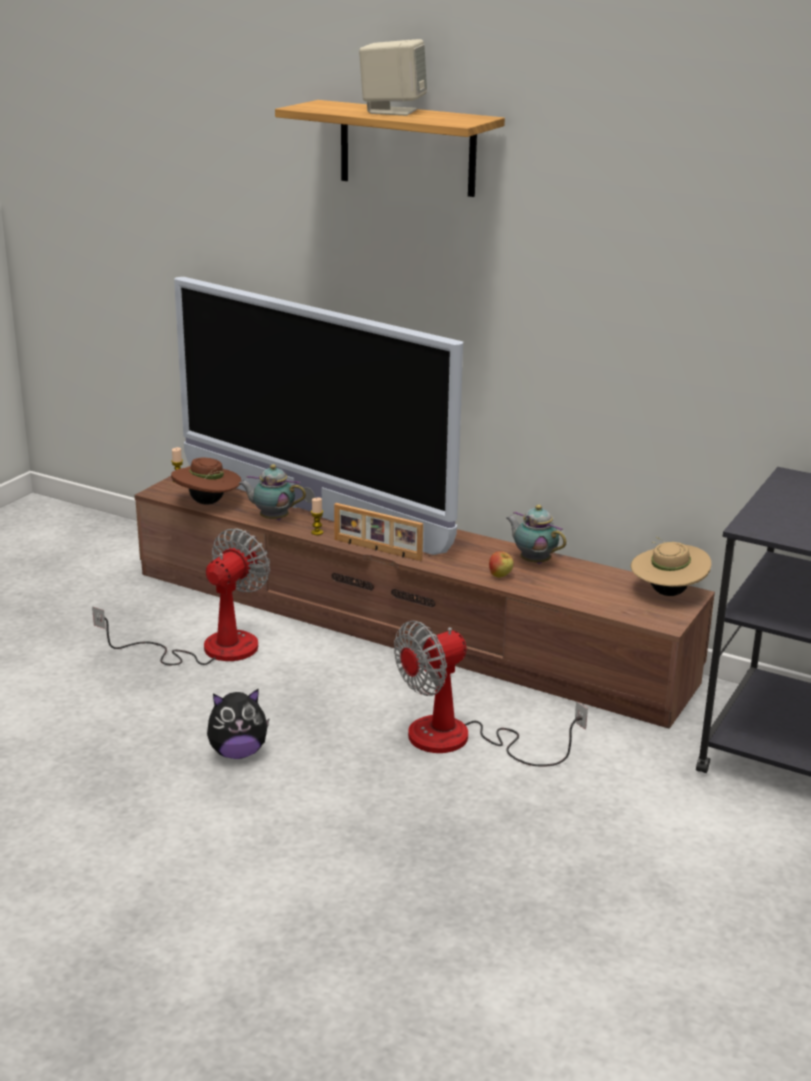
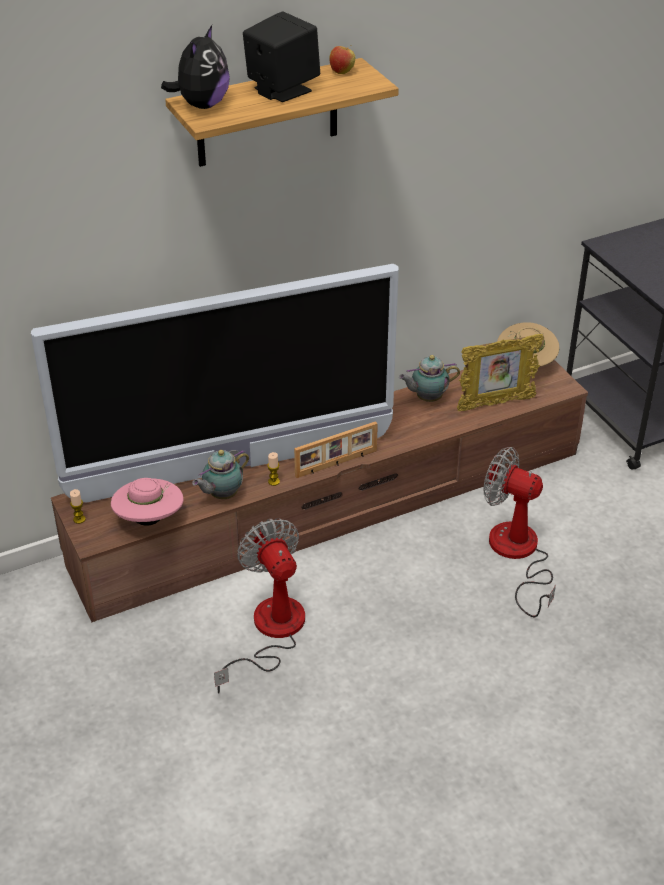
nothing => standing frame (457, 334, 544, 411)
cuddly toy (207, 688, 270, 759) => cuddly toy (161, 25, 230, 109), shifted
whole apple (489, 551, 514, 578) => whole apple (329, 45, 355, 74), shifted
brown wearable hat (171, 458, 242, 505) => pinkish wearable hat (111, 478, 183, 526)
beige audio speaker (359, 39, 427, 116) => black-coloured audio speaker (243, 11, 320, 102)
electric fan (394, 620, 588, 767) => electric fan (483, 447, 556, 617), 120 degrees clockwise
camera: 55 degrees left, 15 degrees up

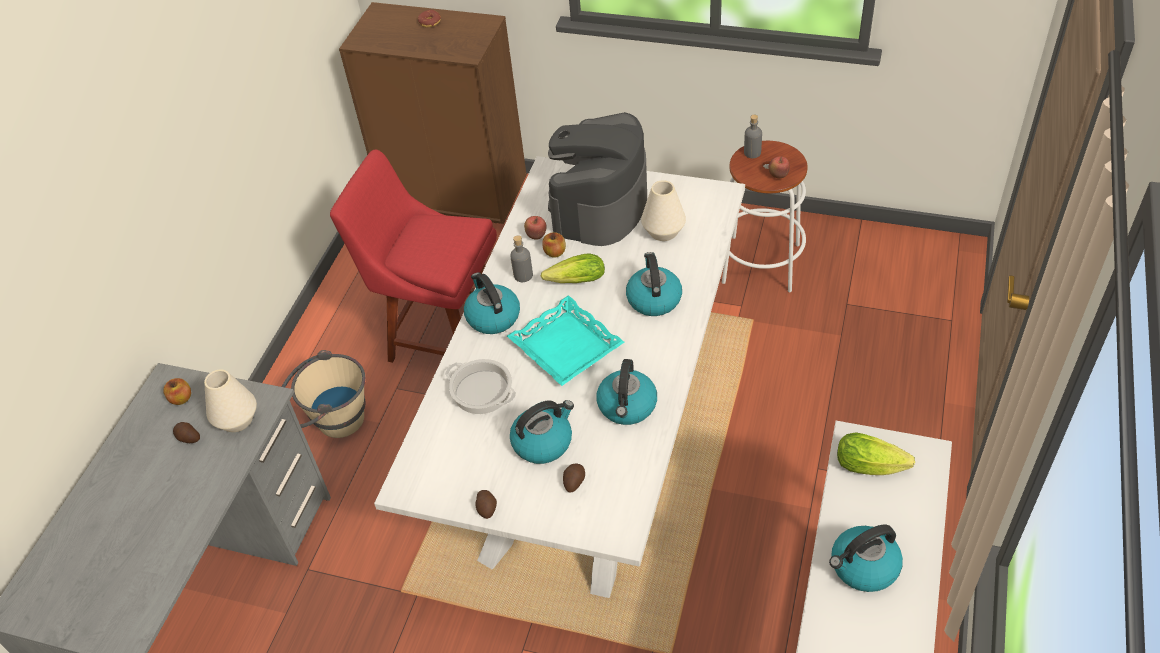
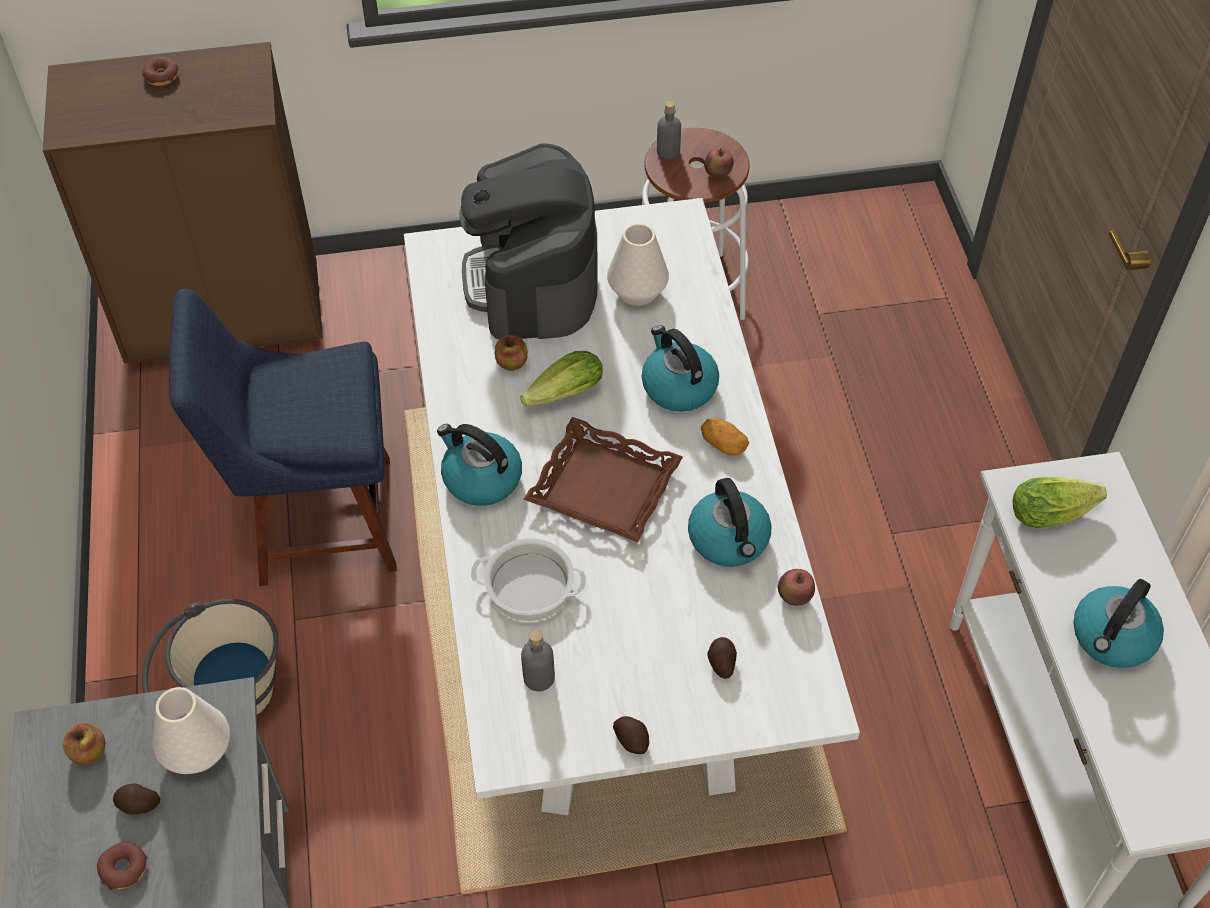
tea kettle (510, 400, 574, 464) => nothing
nothing => donut (97, 841, 148, 890)
nothing => spud (701, 418, 749, 456)
greyish bottle (510, 235, 533, 282) => greyish bottle (521, 629, 555, 691), shifted
whole apple (524, 216, 547, 240) => whole apple (778, 569, 815, 606), shifted
reddish upright chair (330, 150, 497, 363) => blue upright chair (169, 289, 397, 586)
turquoise-coloured serving tray (507, 295, 625, 386) => brown serving tray (524, 417, 683, 542)
camera: 30 degrees left, 5 degrees up

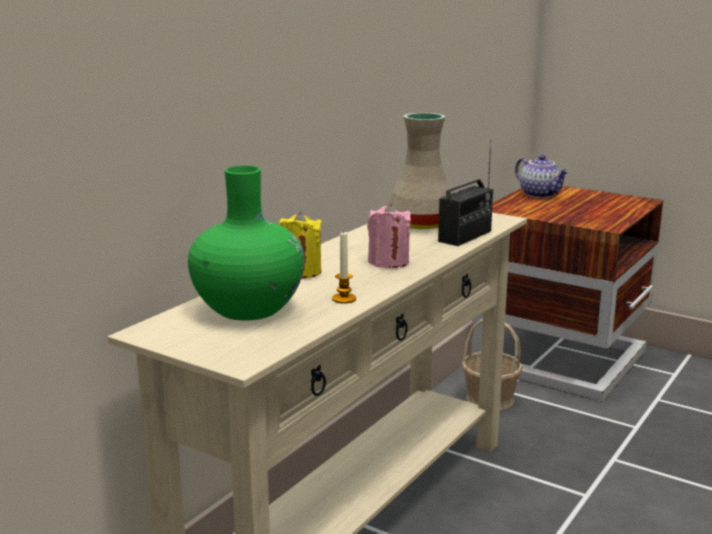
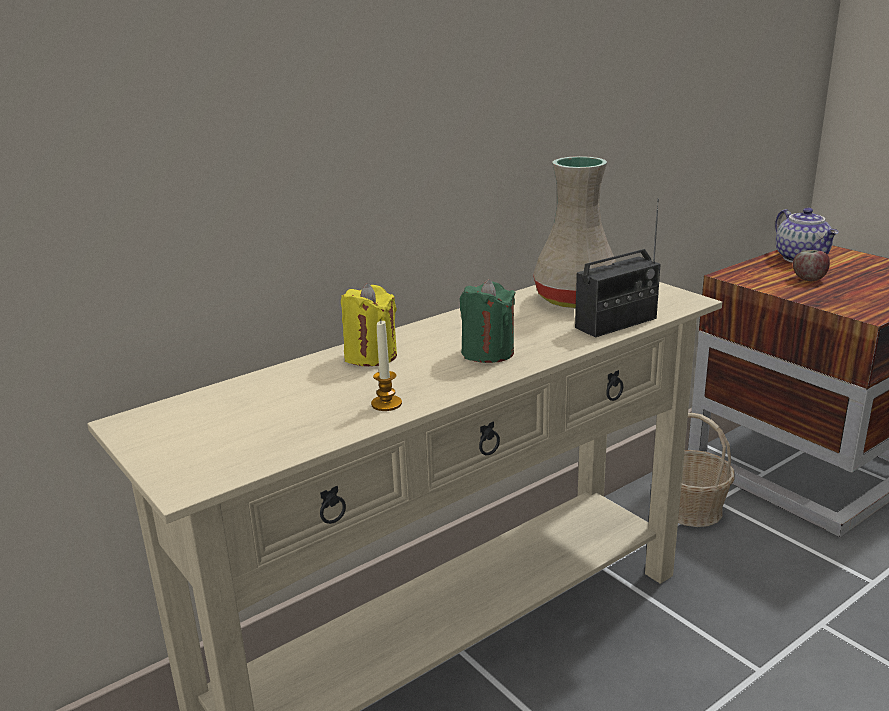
greenish vase (188, 166, 305, 321) => nothing
nothing => whole apple (793, 250, 830, 281)
pinkish wax candle (367, 203, 411, 268) => greenish wax candle (460, 279, 516, 363)
camera: 20 degrees right, 5 degrees up

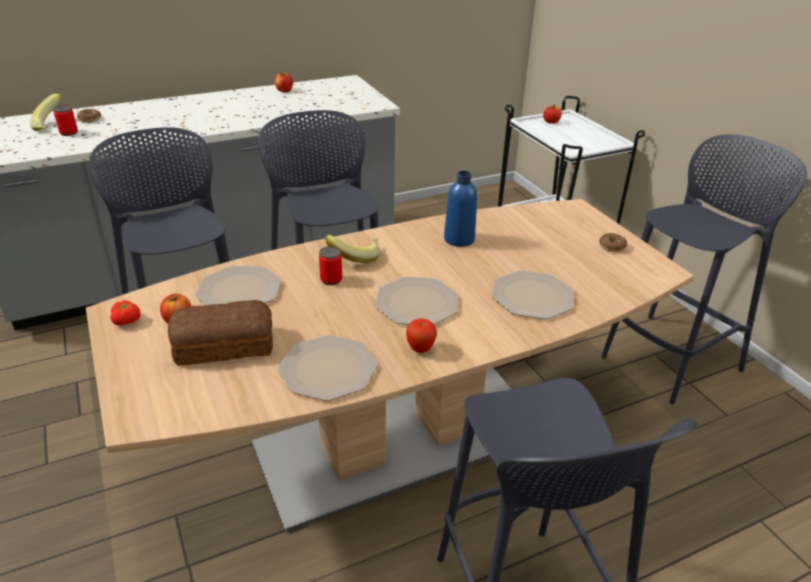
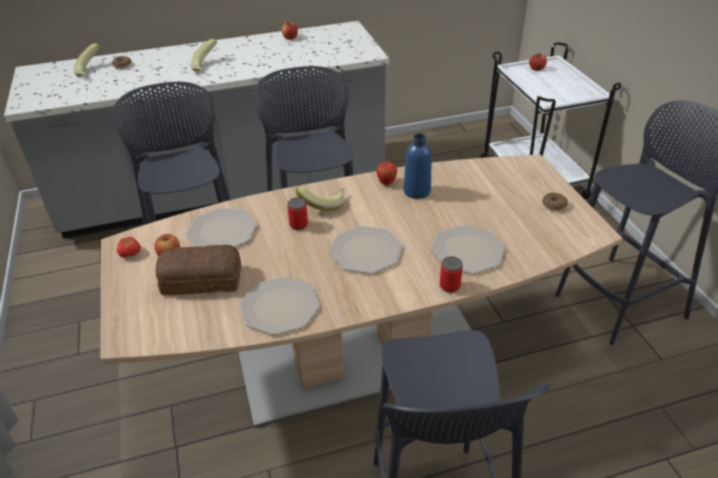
nothing => banana (191, 39, 217, 71)
metal can (53, 105, 78, 136) => metal can (440, 257, 463, 293), shifted
whole apple (406, 318, 437, 353) => whole apple (376, 161, 397, 185), shifted
camera: 10 degrees right, 5 degrees up

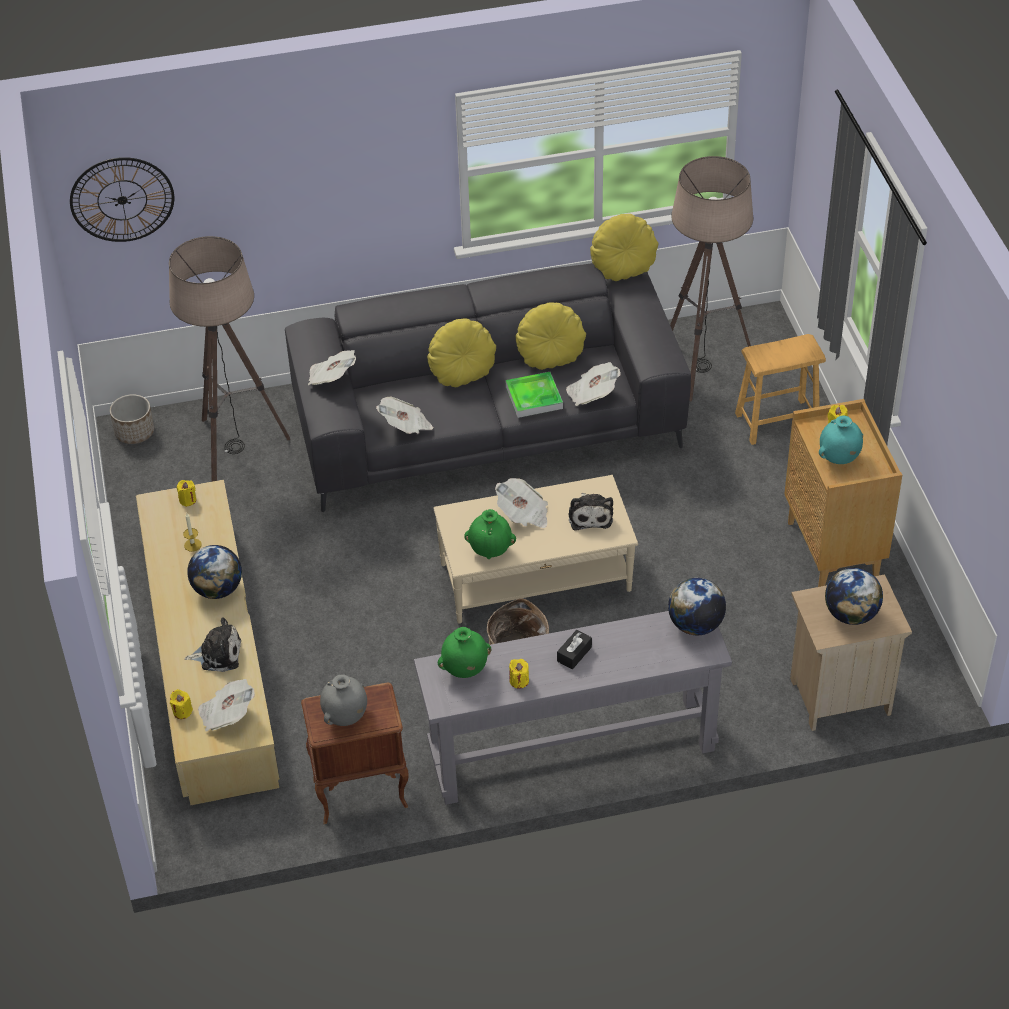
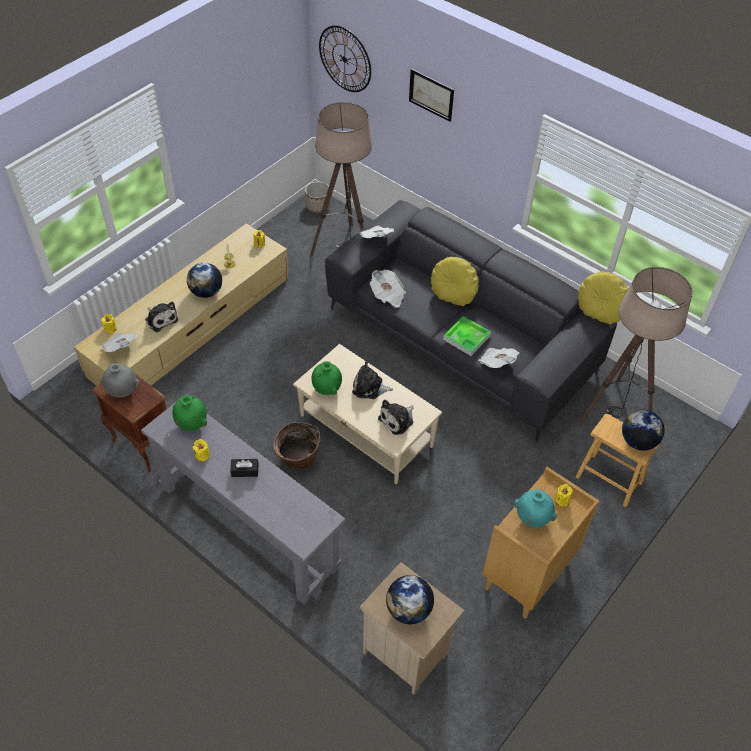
yellowish cushion (516, 303, 586, 370) => nothing
nothing => picture (409, 69, 454, 122)
globe (668, 578, 726, 635) => globe (622, 410, 665, 451), shifted
newspaper (495, 478, 548, 528) => cuddly toy (352, 361, 393, 399)
camera: 50 degrees right, 5 degrees up

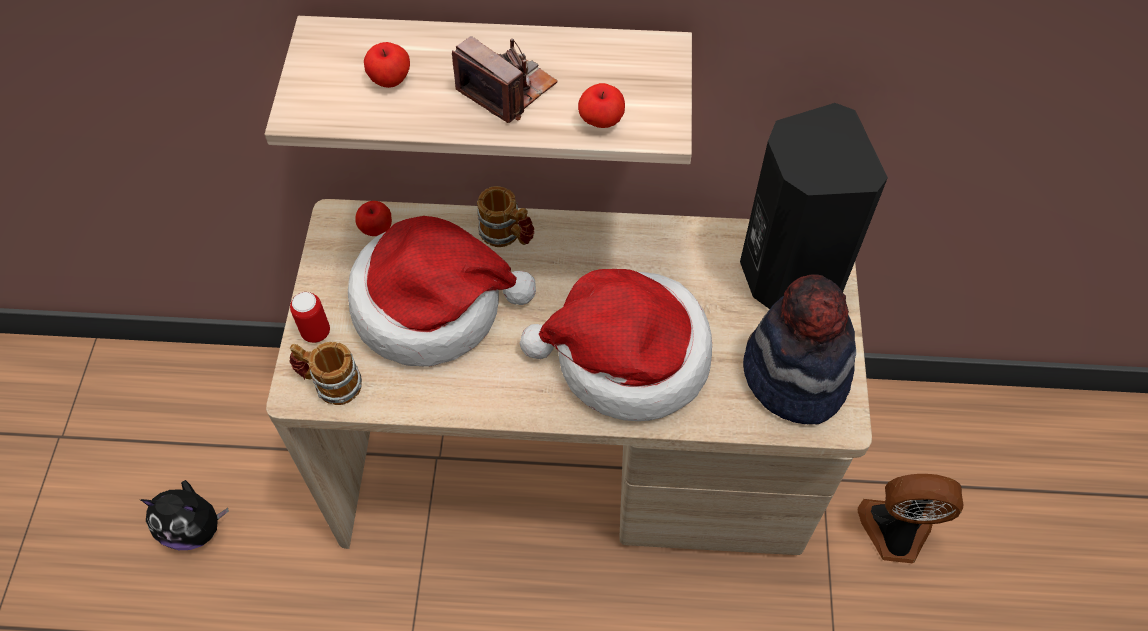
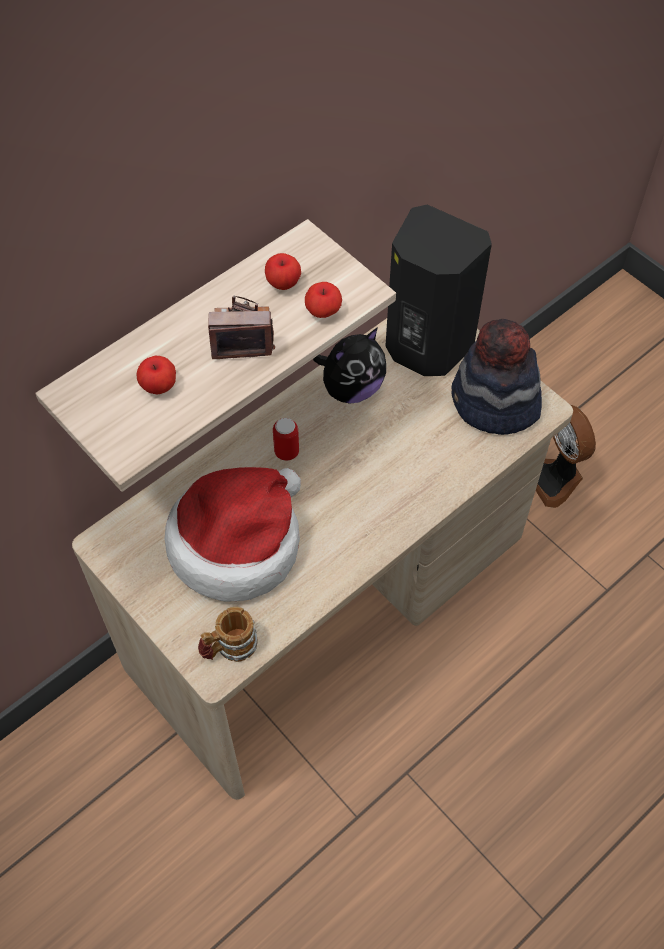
coffee mug (477, 186, 535, 247) => nothing
wearable hat (520, 269, 712, 421) => nothing
cuddly toy (141, 480, 229, 550) => cuddly toy (313, 327, 386, 404), shifted
metal can (290, 292, 330, 343) => metal can (273, 418, 299, 461), shifted
whole apple (355, 201, 392, 236) => whole apple (265, 253, 301, 290), shifted
electric fan (857, 474, 963, 563) => electric fan (536, 405, 596, 508), 75 degrees counterclockwise
camera: 45 degrees left, 0 degrees up

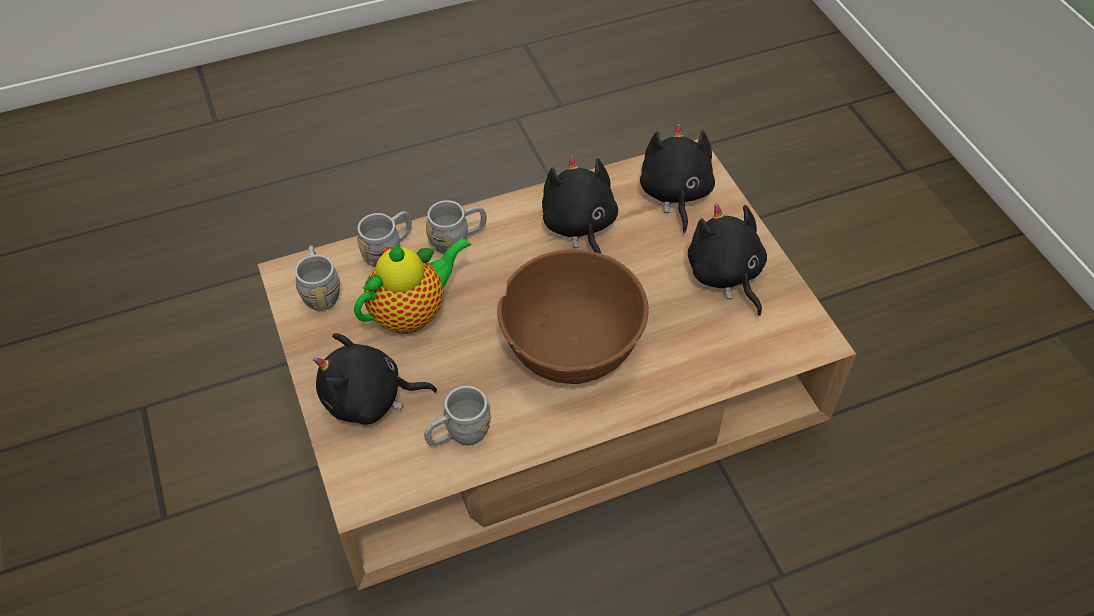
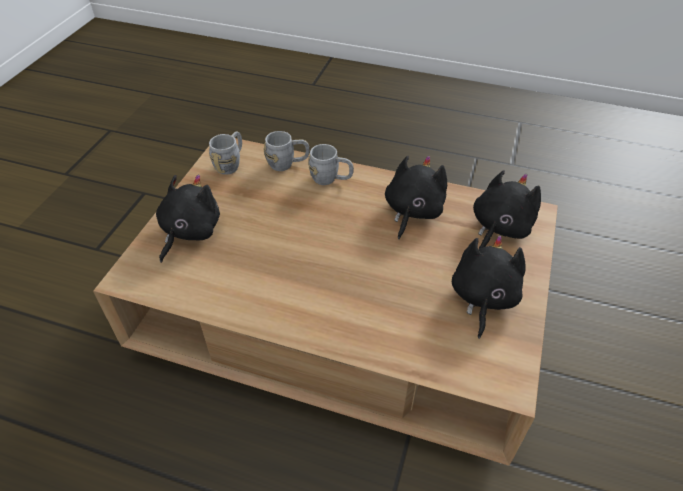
tea pot (354, 237, 471, 334) => nothing
greyish coffee mug (424, 386, 491, 446) => nothing
brown bowl (497, 249, 649, 384) => nothing
black-coloured cuddly toy (313, 333, 437, 425) => black-coloured cuddly toy (156, 175, 220, 263), 75 degrees clockwise
camera: 40 degrees right, 5 degrees down

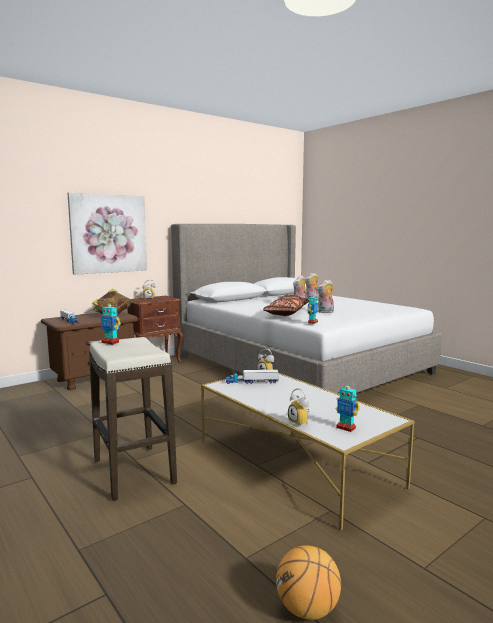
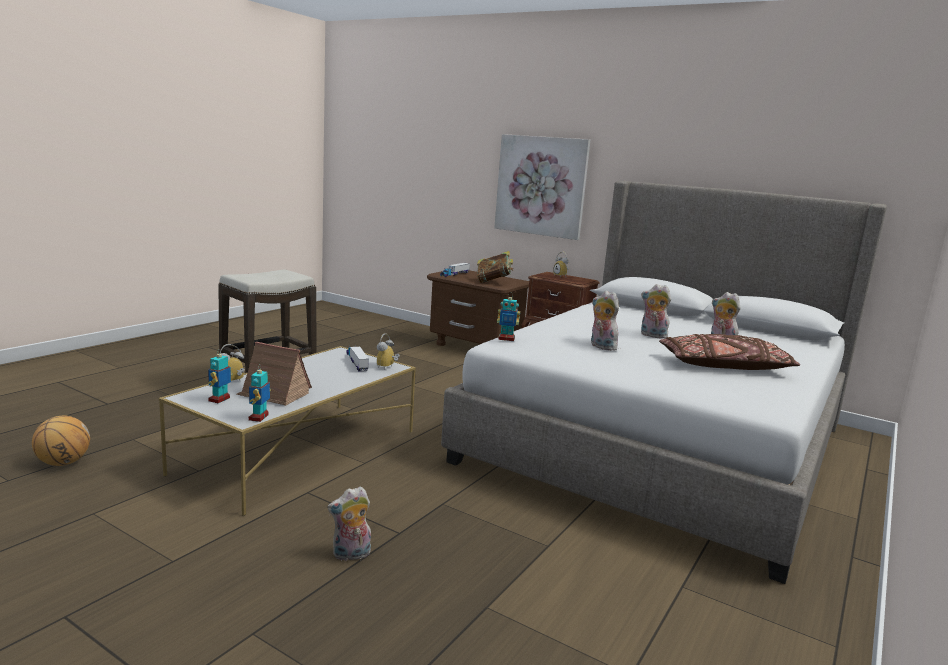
nothing => toy house (236, 342, 312, 406)
nothing => cuddly toy (327, 486, 371, 561)
toy robot (101, 300, 121, 345) => toy robot (249, 364, 271, 422), shifted
brown cushion (263, 295, 309, 316) => brown cushion (659, 334, 800, 370), shifted
camera: 70 degrees right, 5 degrees up

